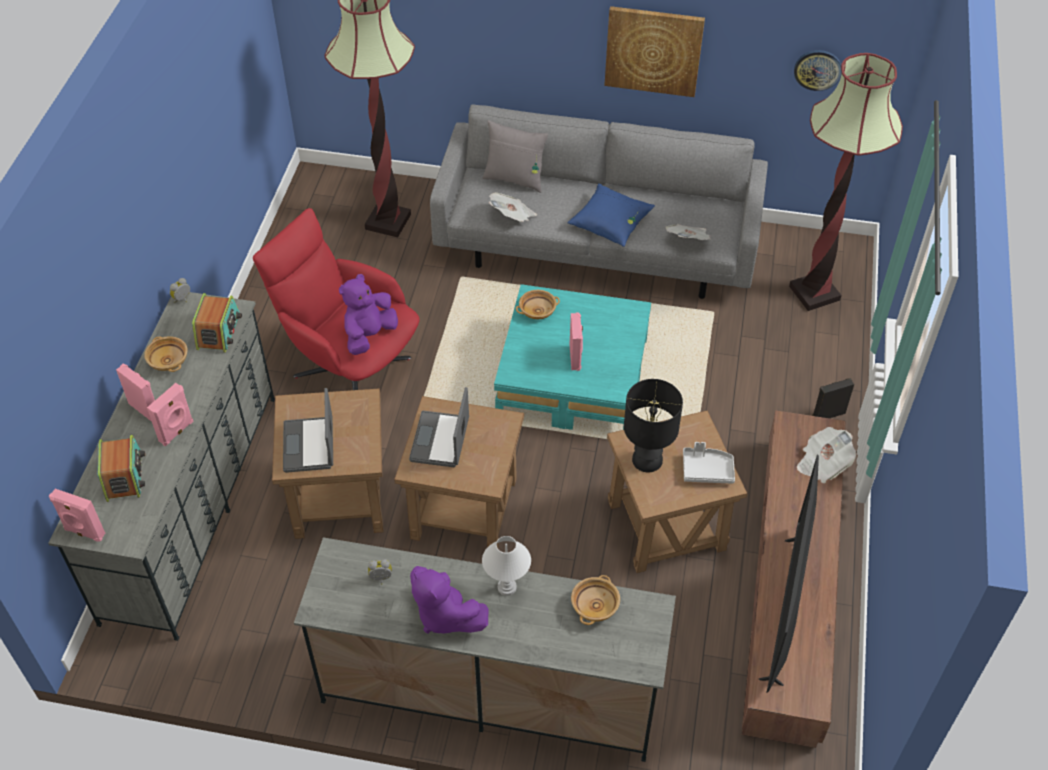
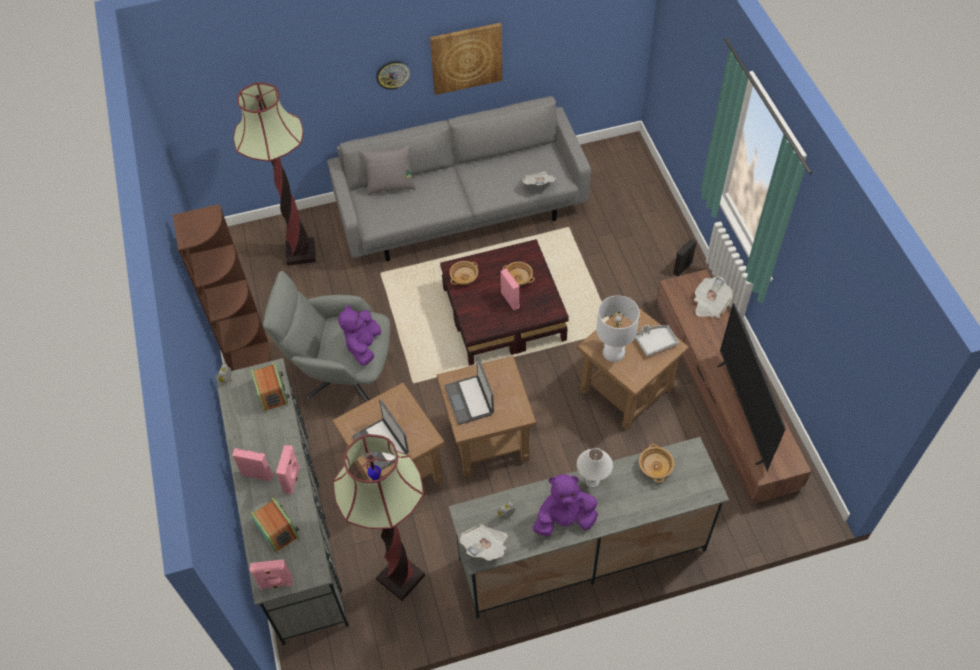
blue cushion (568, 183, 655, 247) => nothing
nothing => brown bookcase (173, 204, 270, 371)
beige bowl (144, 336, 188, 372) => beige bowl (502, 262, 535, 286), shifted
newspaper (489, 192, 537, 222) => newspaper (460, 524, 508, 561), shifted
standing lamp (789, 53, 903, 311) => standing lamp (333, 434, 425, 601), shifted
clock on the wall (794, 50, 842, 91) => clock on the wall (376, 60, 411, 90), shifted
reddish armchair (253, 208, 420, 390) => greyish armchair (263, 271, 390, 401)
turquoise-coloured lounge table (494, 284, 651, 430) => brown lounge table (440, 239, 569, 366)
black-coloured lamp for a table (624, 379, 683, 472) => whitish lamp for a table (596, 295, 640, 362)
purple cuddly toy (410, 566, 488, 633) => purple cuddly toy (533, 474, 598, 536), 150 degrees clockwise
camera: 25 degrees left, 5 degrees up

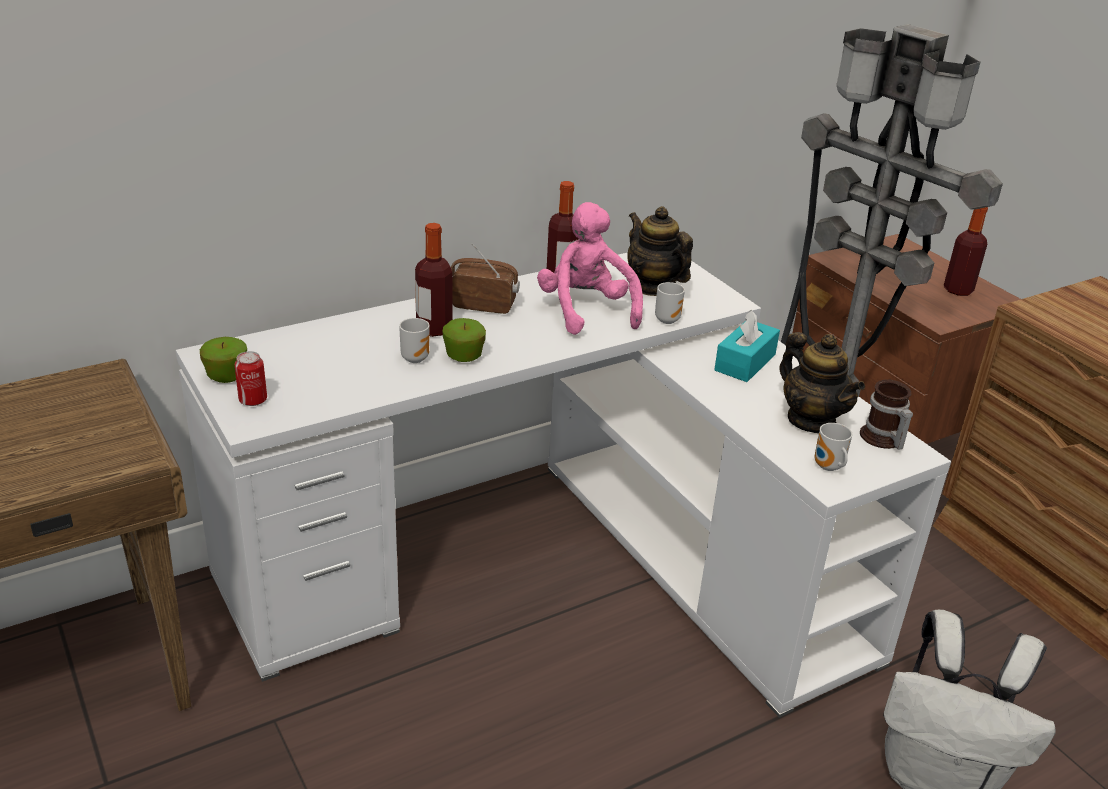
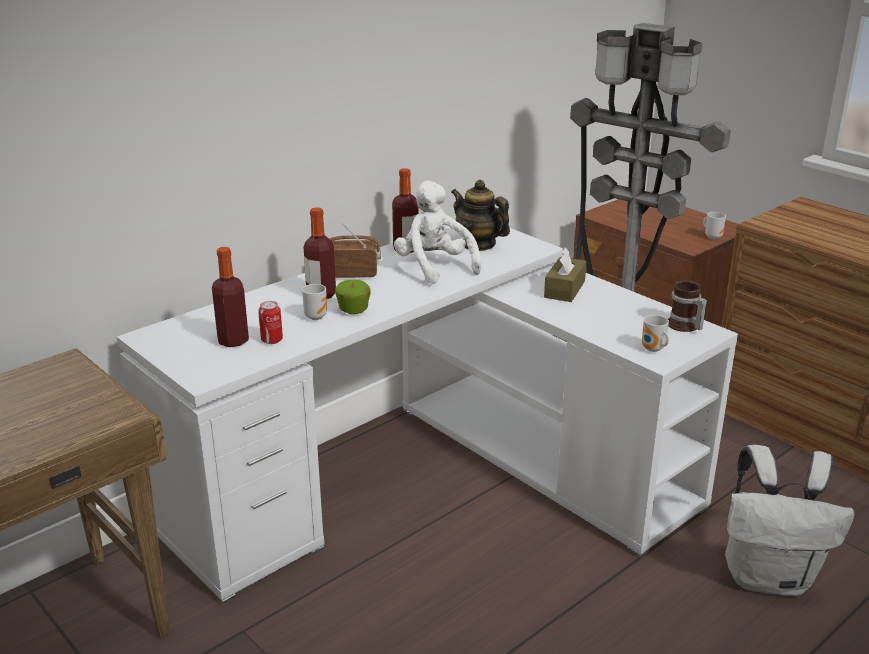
whole apple (200, 337, 247, 383) => nothing
tea pot (779, 332, 865, 433) => nothing
metal can (235, 351, 267, 406) => metal can (258, 301, 283, 344), shifted
coffee mug (655, 282, 685, 324) => coffee mug (703, 212, 726, 239), shifted
bottle (944, 207, 988, 296) => bottle (212, 247, 249, 347), shifted
pinkish cuddly toy (537, 202, 643, 335) => whitish cuddly toy (394, 181, 481, 284)
turquoise-coloured box of tissues (714, 310, 780, 382) => brown box of tissues (544, 247, 587, 302)
camera: 10 degrees left, 5 degrees down

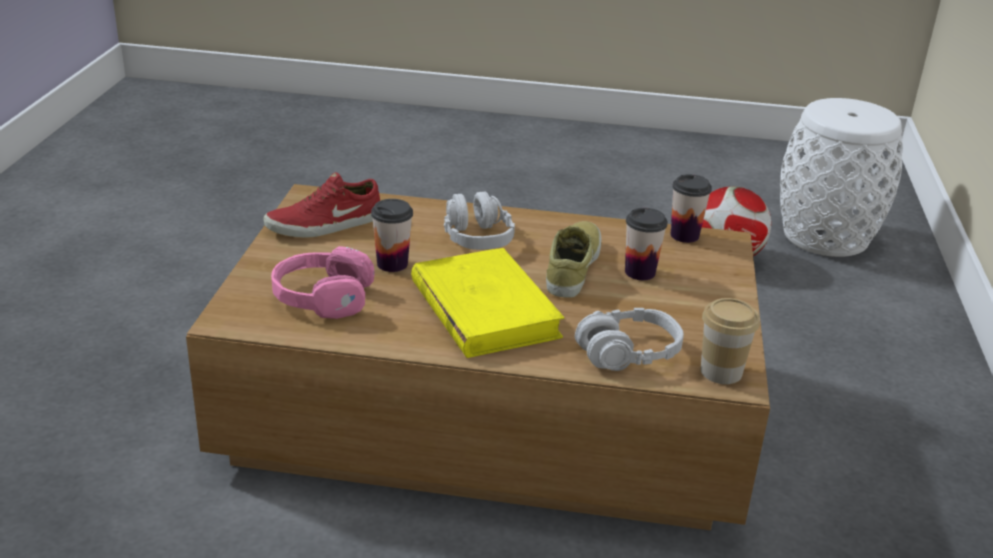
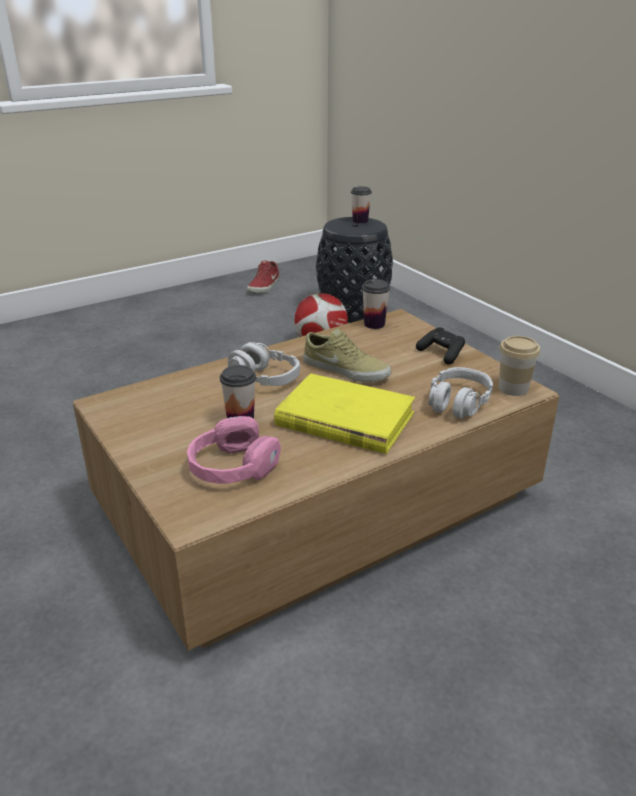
nothing => black-coloured joypad (416, 327, 465, 364)
reddish item of footwear (263, 172, 380, 238) => reddish item of footwear (247, 261, 279, 293), shifted
cup (625, 208, 668, 280) => cup (351, 186, 372, 224), shifted
whitish stool seat (780, 98, 903, 257) => black-coloured stool seat (316, 217, 393, 323)
beige item of footwear (546, 221, 601, 298) => beige item of footwear (303, 328, 391, 382), 150 degrees clockwise
camera: 40 degrees left, 0 degrees up

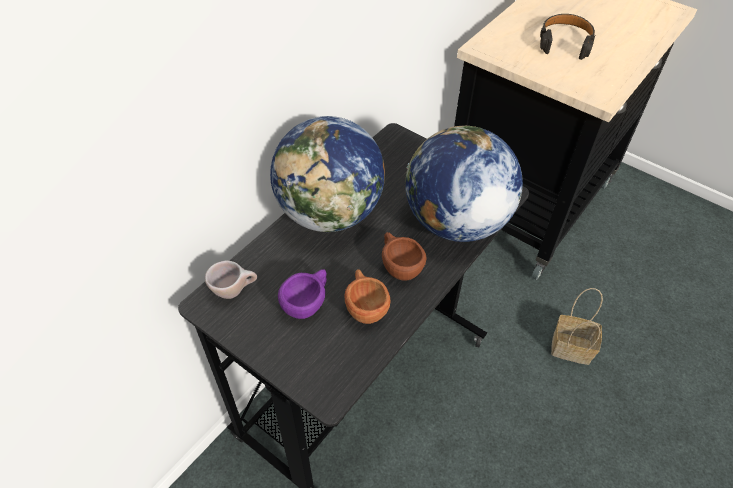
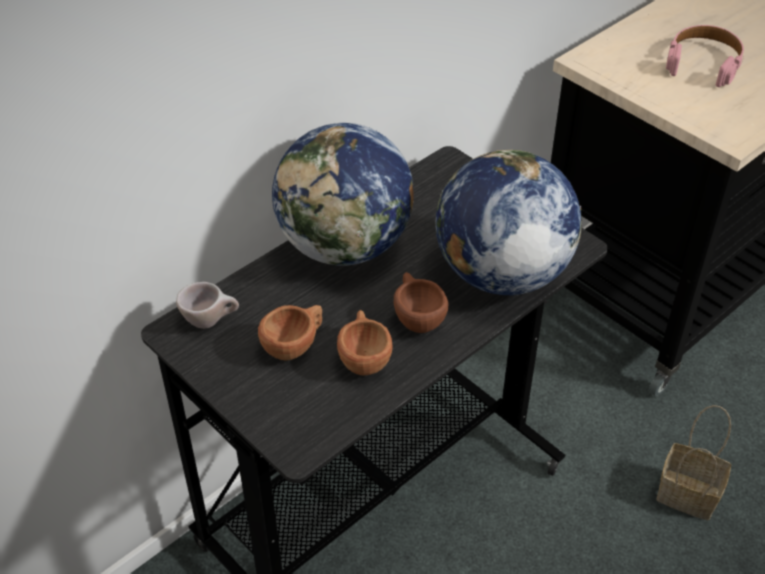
purple cup (278, 269, 327, 319) => brown cup (258, 305, 322, 361)
black-coloured headphones (540, 14, 595, 60) => pinkish headphones (666, 25, 744, 87)
camera: 10 degrees right, 5 degrees down

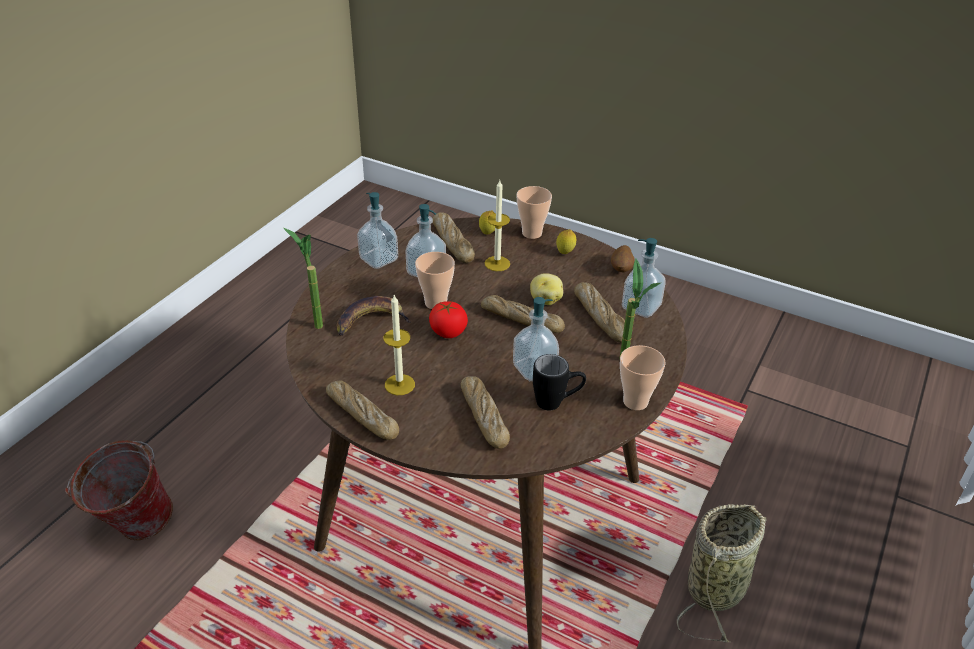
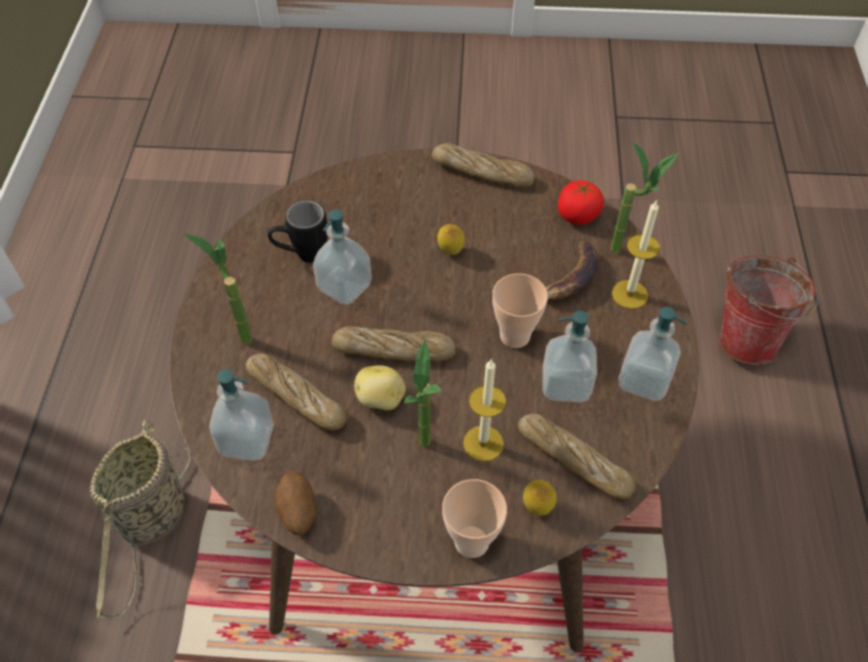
bakery bread (461, 376, 510, 449) => nothing
cup (620, 345, 665, 410) => nothing
nothing => potted plant (404, 340, 442, 447)
wax candle (383, 295, 415, 395) => wax candle (612, 200, 660, 309), shifted
fresh tomato (429, 301, 468, 338) => fresh tomato (558, 180, 604, 225), shifted
lemon (556, 229, 576, 254) => lemon (437, 224, 465, 255), shifted
camera: 155 degrees right, 15 degrees up

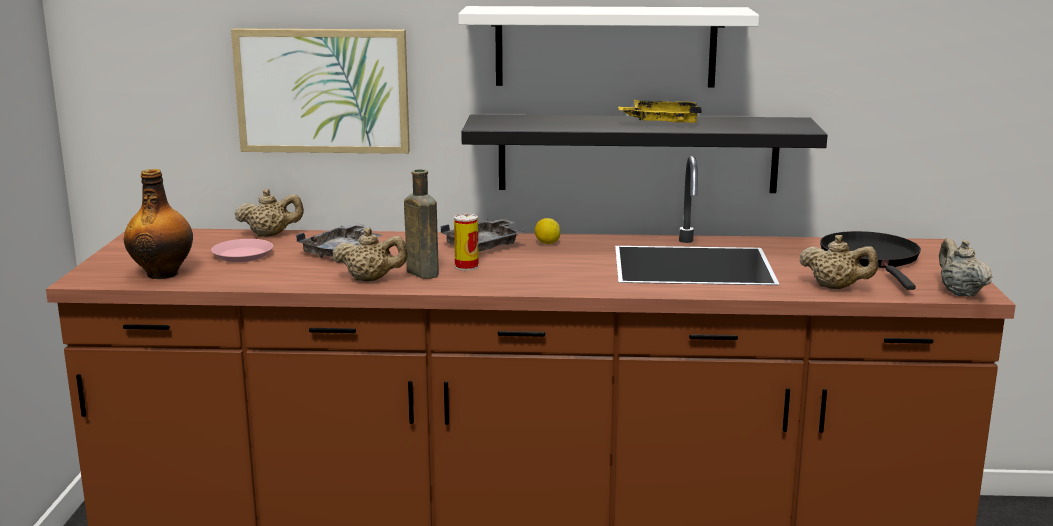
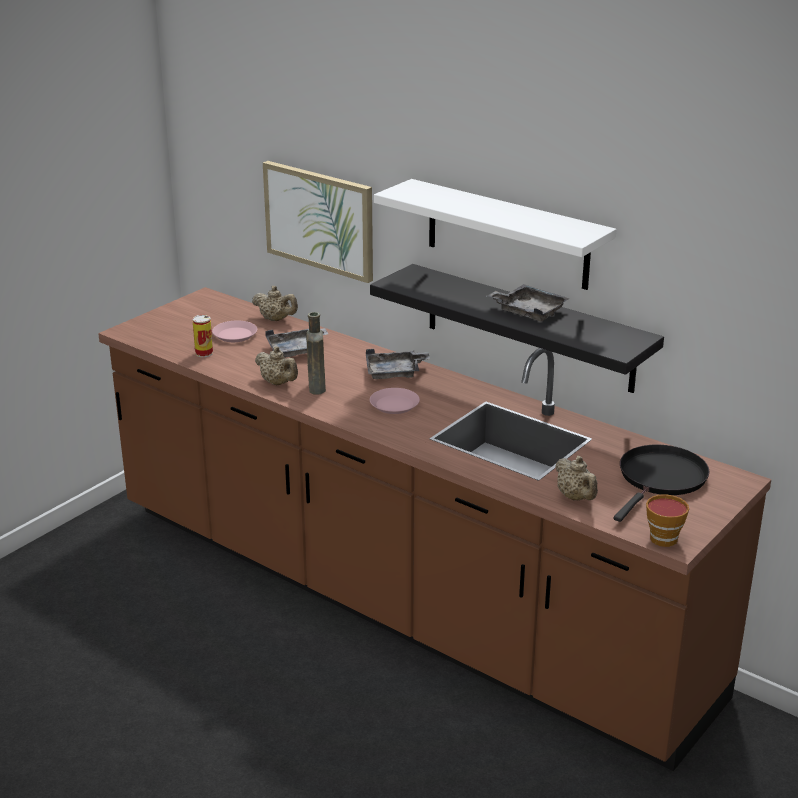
bottle (124, 169, 193, 279) => nothing
lemon (535, 218, 560, 244) => nothing
nothing => pinkish plate (370, 388, 420, 414)
metal can (454, 214, 479, 271) => metal can (192, 315, 213, 357), shifted
beige tea pot (939, 238, 992, 297) => cup (646, 494, 689, 547)
yellowish serving tray (618, 100, 702, 123) => greyish serving tray (487, 284, 570, 322)
camera: 35 degrees right, 10 degrees up

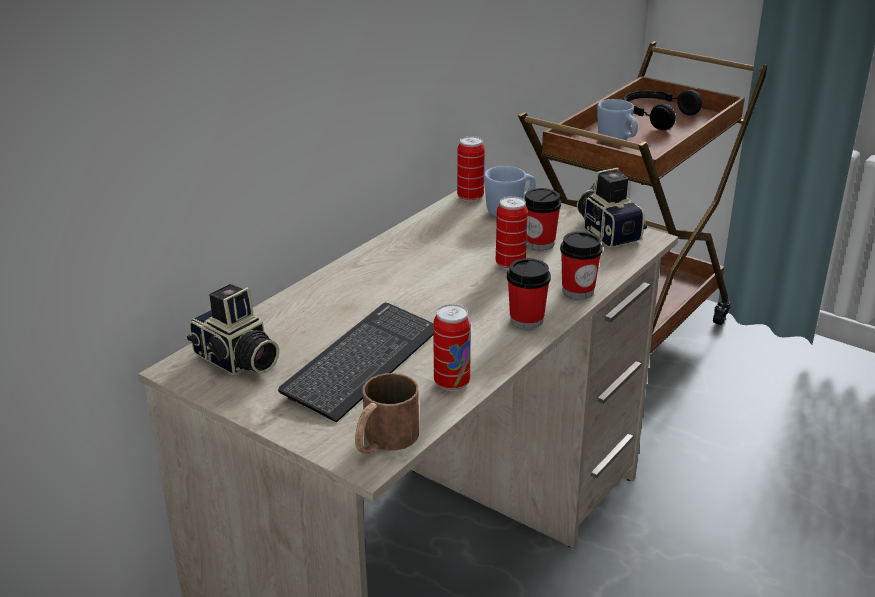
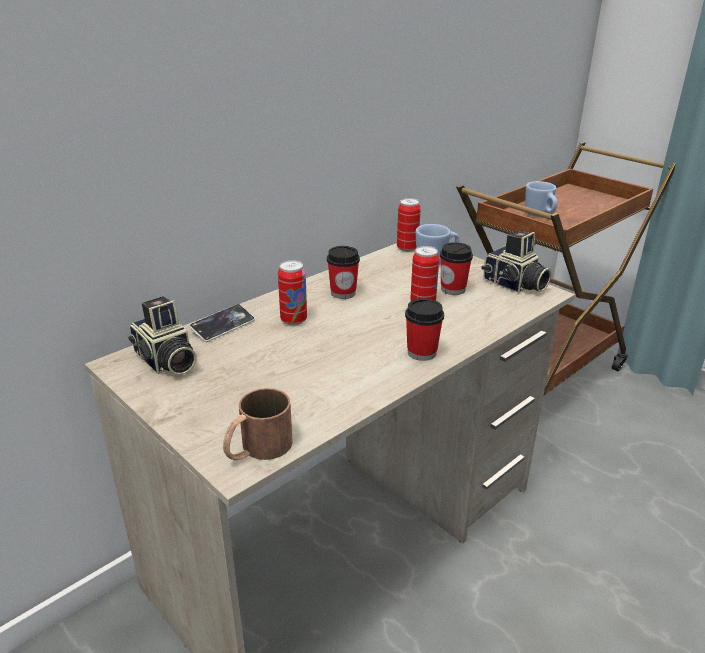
computer keyboard (278, 302, 433, 422) => nothing
black-coloured headphones (624, 90, 703, 130) => nothing
nothing => phone (189, 304, 255, 342)
metal can (433, 304, 471, 391) => metal can (278, 260, 307, 326), shifted
cup (560, 231, 603, 299) => cup (327, 246, 360, 299), shifted
still camera (577, 168, 647, 248) => still camera (481, 230, 551, 293), 150 degrees clockwise
camera: 10 degrees right, 0 degrees up

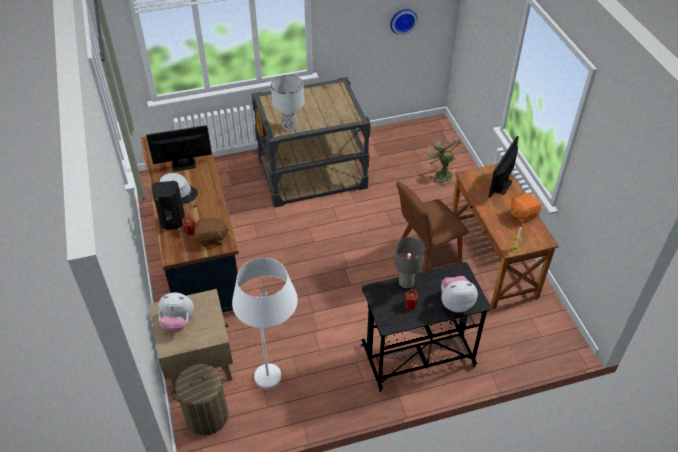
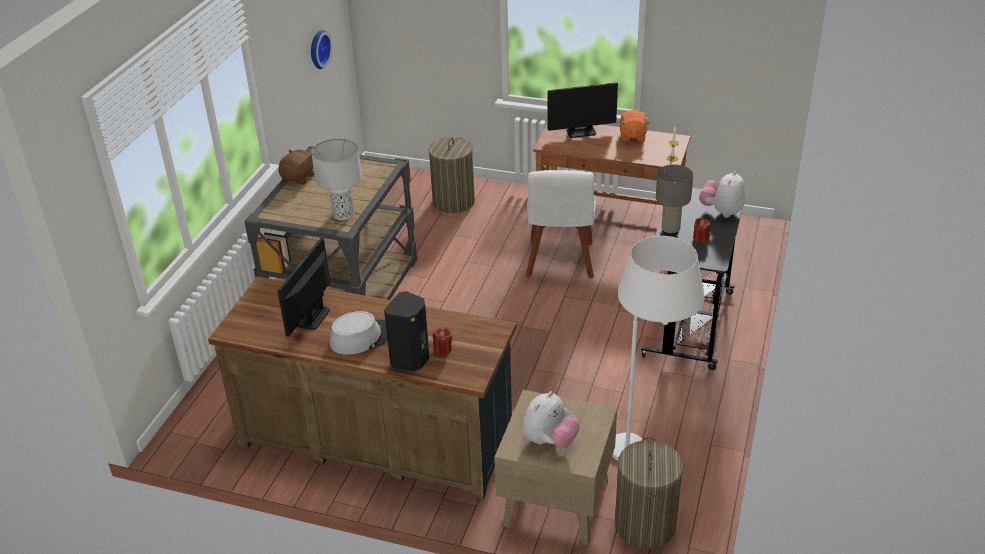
brown cuddly toy (194, 215, 229, 247) => brown cuddly toy (278, 149, 314, 184), shifted
greenish electric fan (425, 136, 463, 186) => hamper (429, 137, 475, 213)
brown upright chair (396, 181, 468, 271) => whitish upright chair (526, 170, 596, 279)
computer display (489, 136, 519, 198) => computer display (548, 82, 618, 138), 75 degrees counterclockwise
camera: 55 degrees left, 10 degrees down

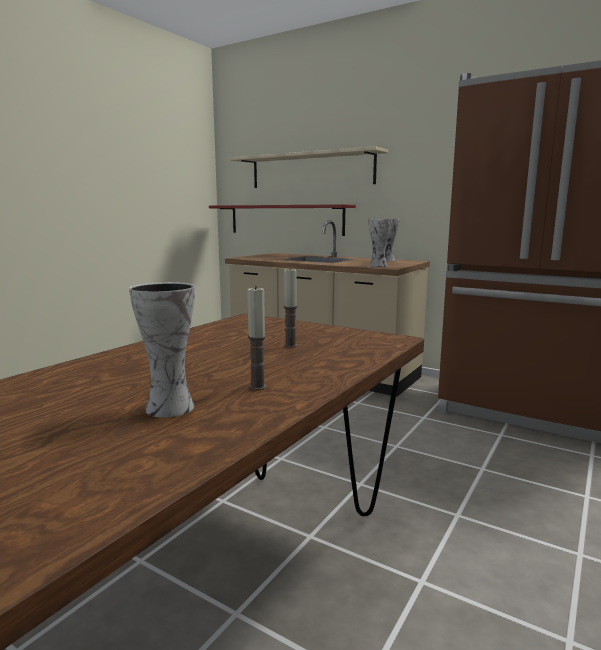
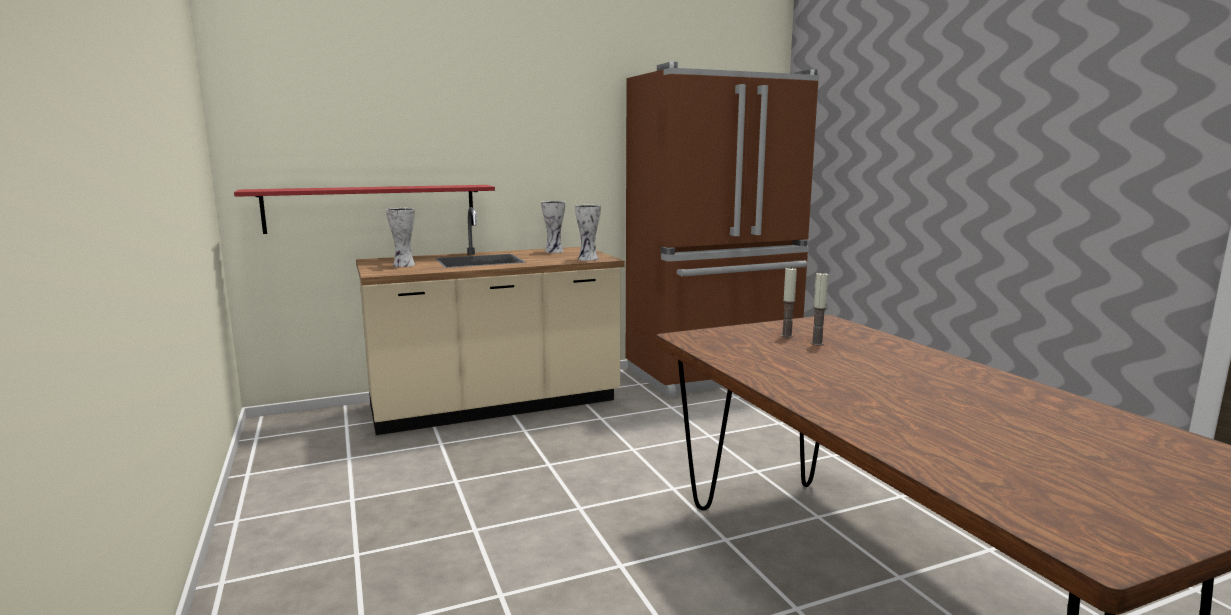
beige wall shelf (229, 146, 388, 188) => nothing
vase (129, 282, 195, 418) => vase (386, 208, 415, 267), shifted
wax candle (247, 287, 266, 390) => wax candle (781, 267, 797, 338), shifted
camera: 55 degrees left, 0 degrees up

